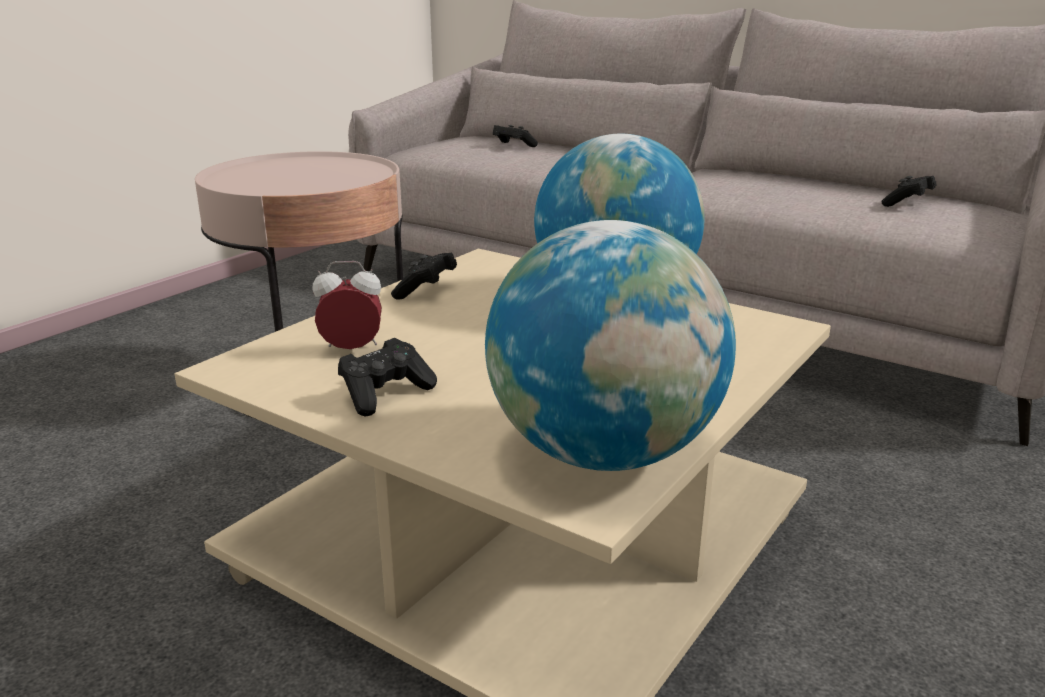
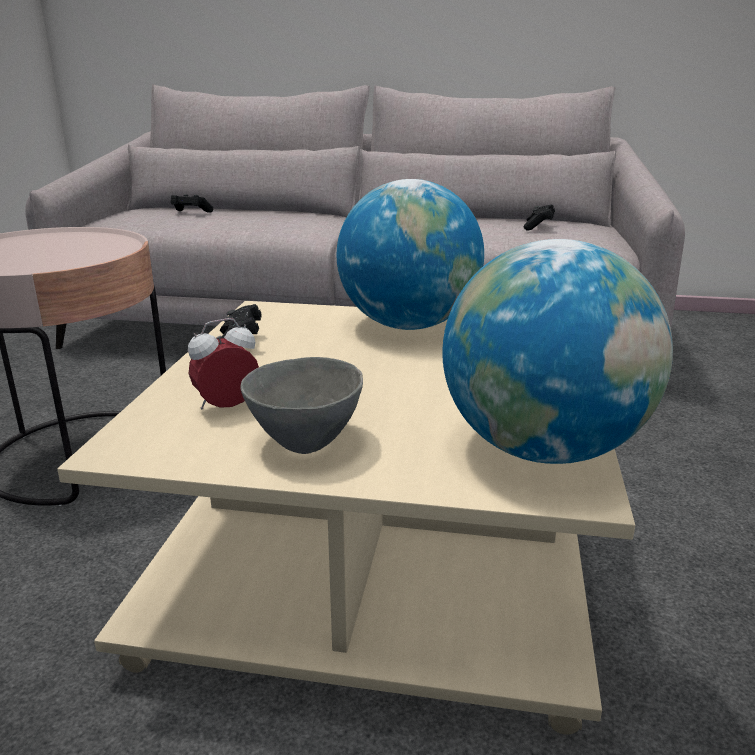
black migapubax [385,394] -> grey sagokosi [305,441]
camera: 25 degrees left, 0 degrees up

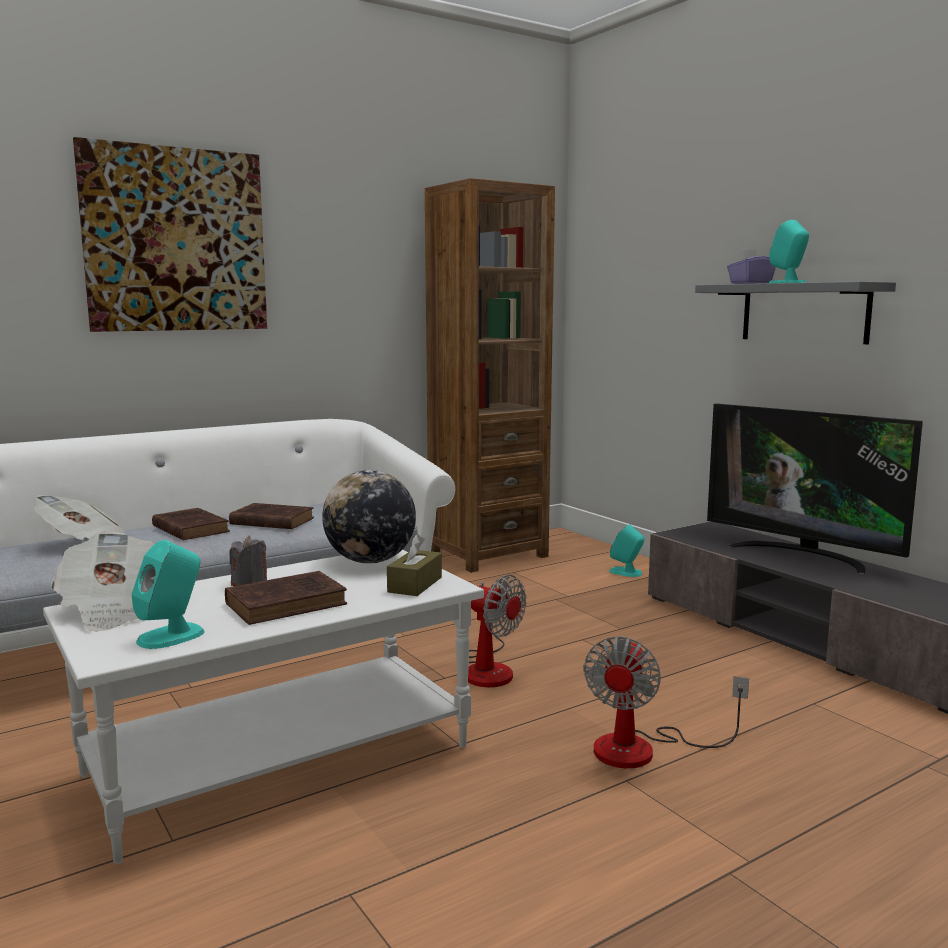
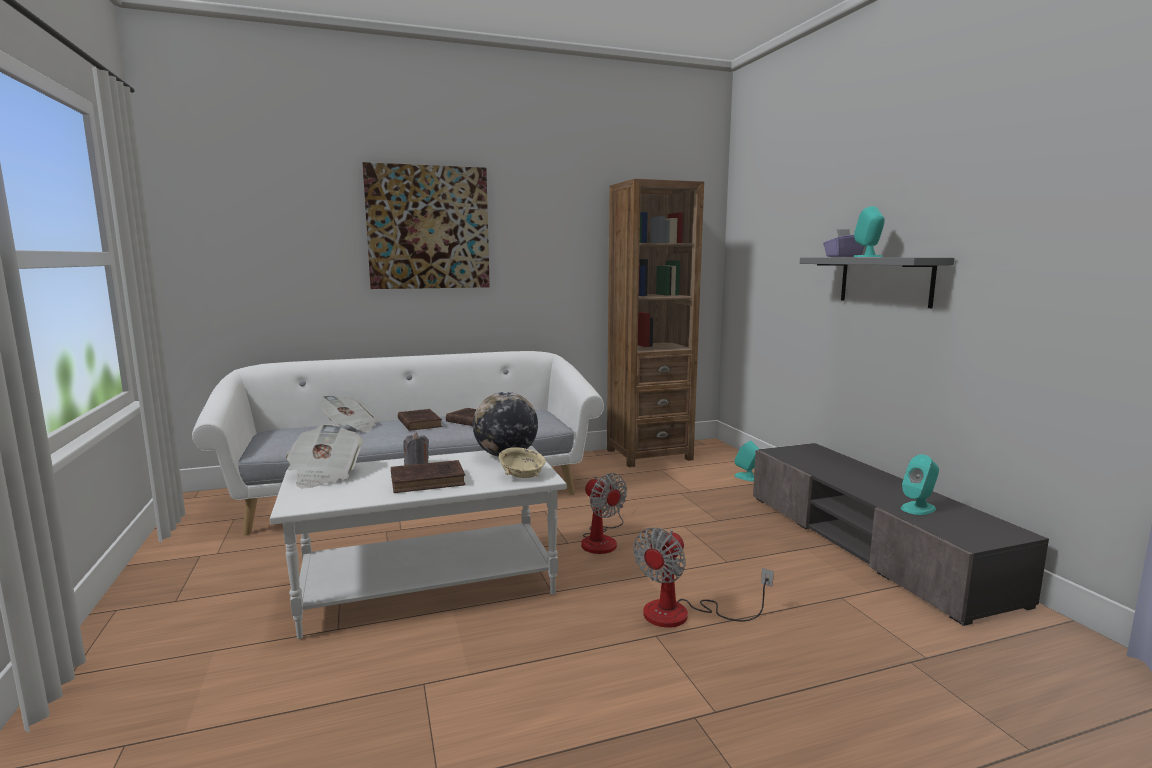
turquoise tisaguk [171,636] -> turquoise tisaguk [918,508], shifted
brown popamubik [415,585] -> beige sagokosi [521,475]
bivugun [802,555] -> none
camera: 15 degrees right, 0 degrees up

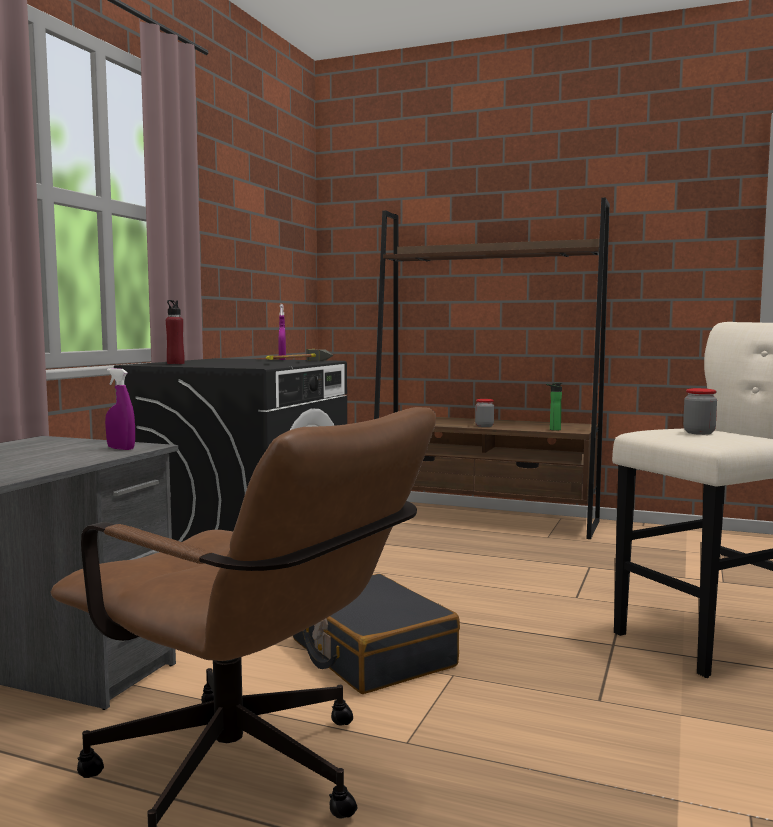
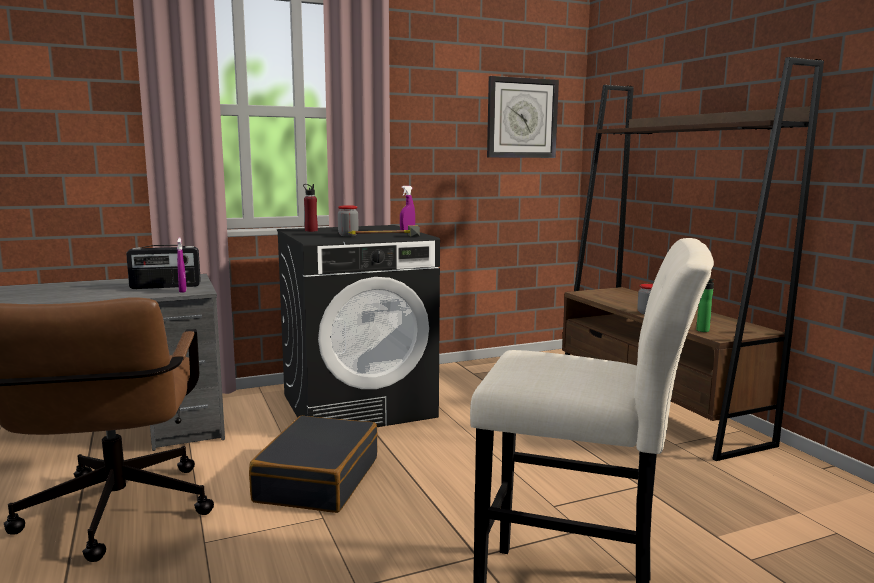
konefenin [699,433] -> konefenin [348,235], shifted
none -> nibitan [165,286]
none -> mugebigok [521,118]
camera: 45 degrees right, 5 degrees up

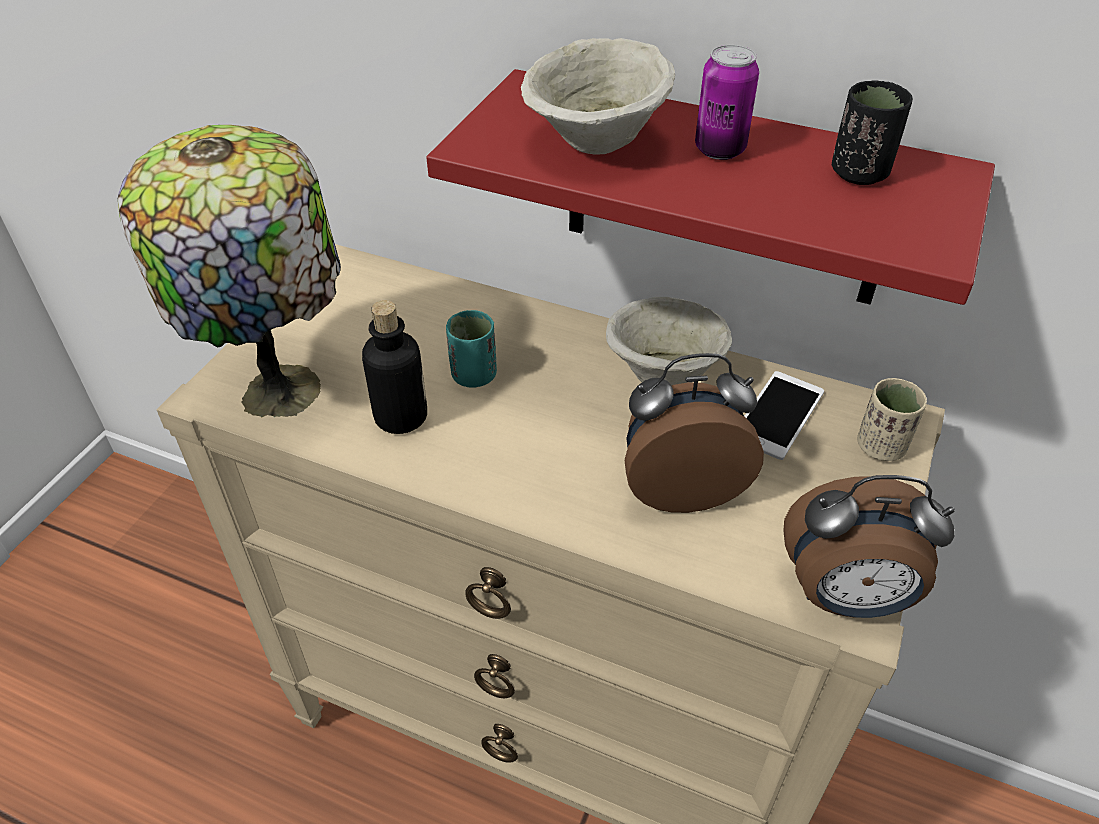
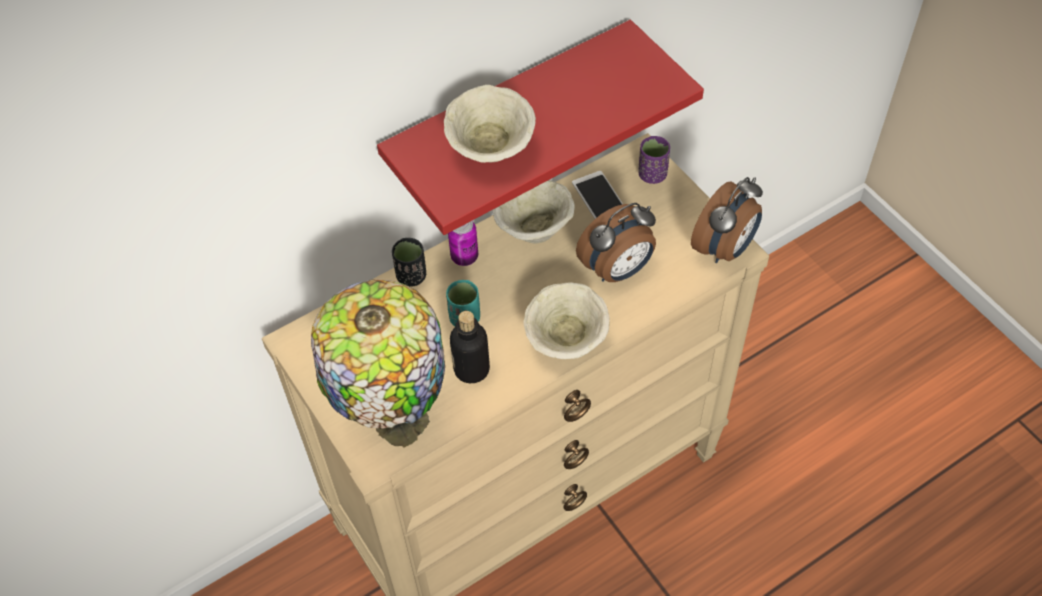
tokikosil [681,486] -> tokikosil [617,270], 150 degrees counterclockwise
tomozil [719,150] -> tomozil [464,257], shifted
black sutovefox [859,173] -> black sutovefox [411,276], shifted
beige sutovefox [881,446] -> purple sutovefox [652,174]
none -> beige sagokosi [567,340]
camera: 55 degrees left, 10 degrees up

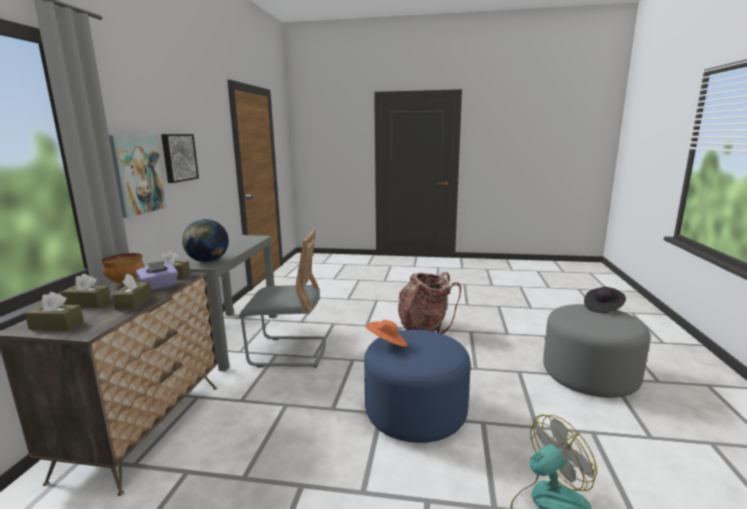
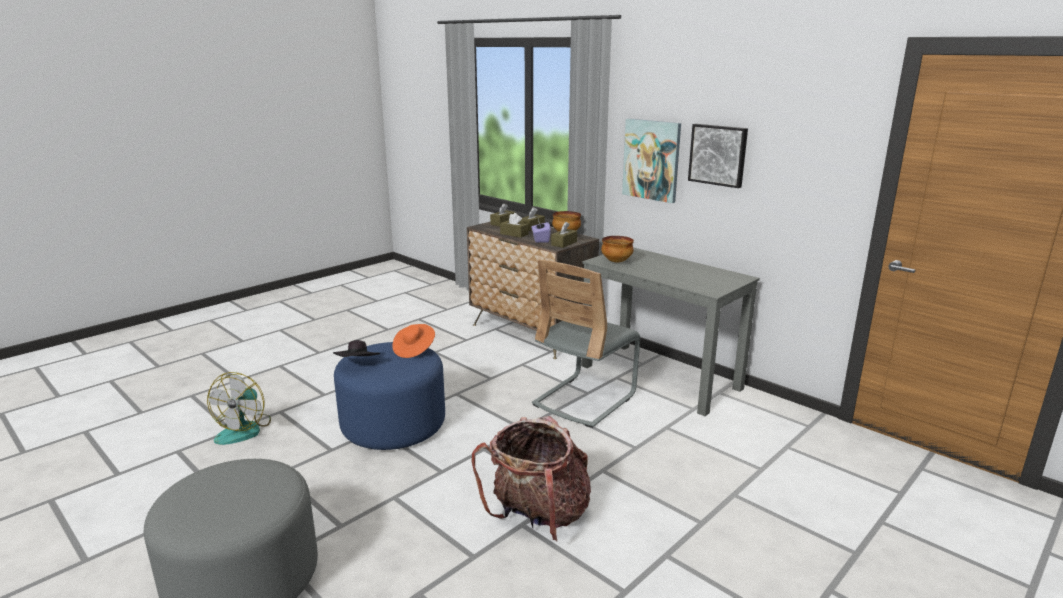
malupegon [208,261] -> sagokosi [616,261]
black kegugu [603,308] -> black kegugu [358,365], shifted
camera: 125 degrees right, 5 degrees up

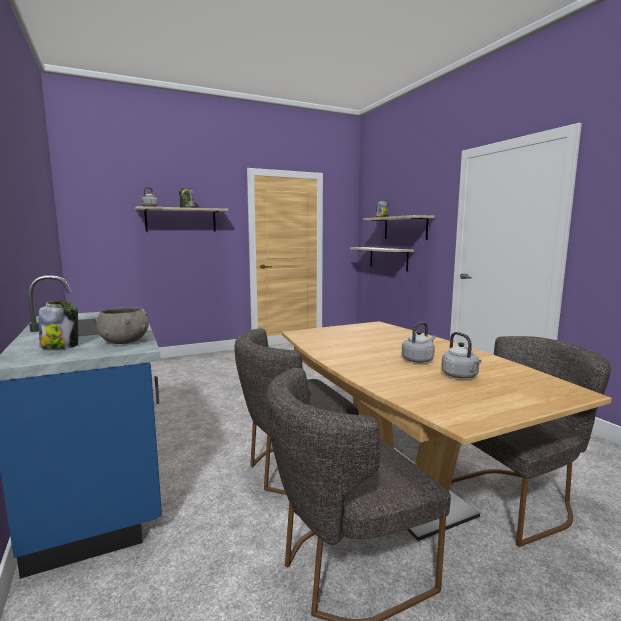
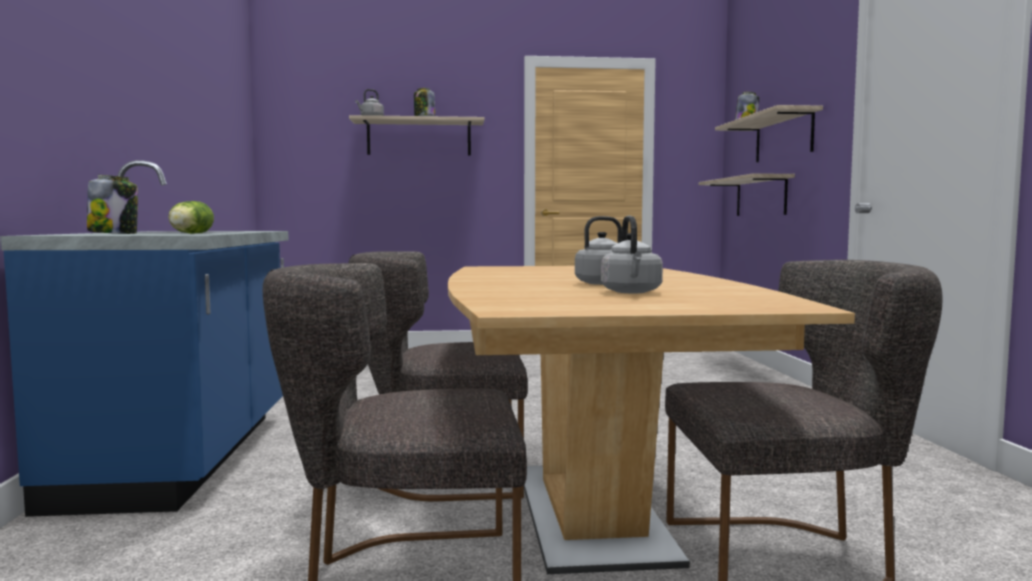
grey sagokosi [124,341] -> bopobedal [189,233]
camera: 20 degrees right, 5 degrees down

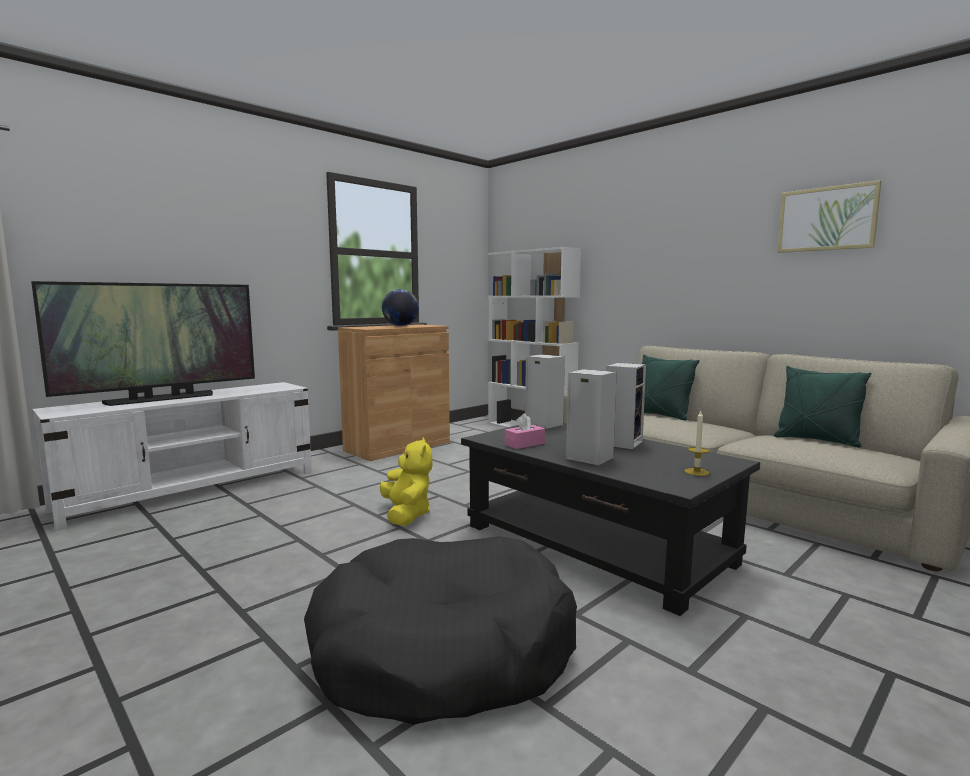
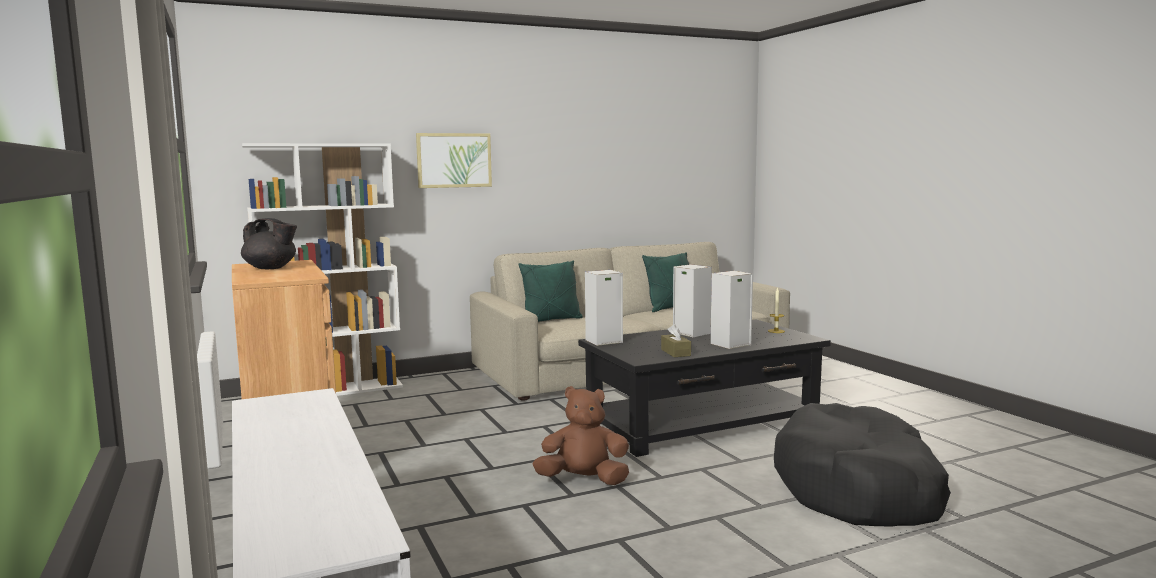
bivugun [161,399] -> none
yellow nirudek [406,515] -> brown nirudek [583,480]
malupegon [400,326] -> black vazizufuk [271,268]
pink popamubik [524,444] -> brown popamubik [675,352]
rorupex [826,219] -> rorupex [454,160], shifted
camera: 70 degrees left, 0 degrees up

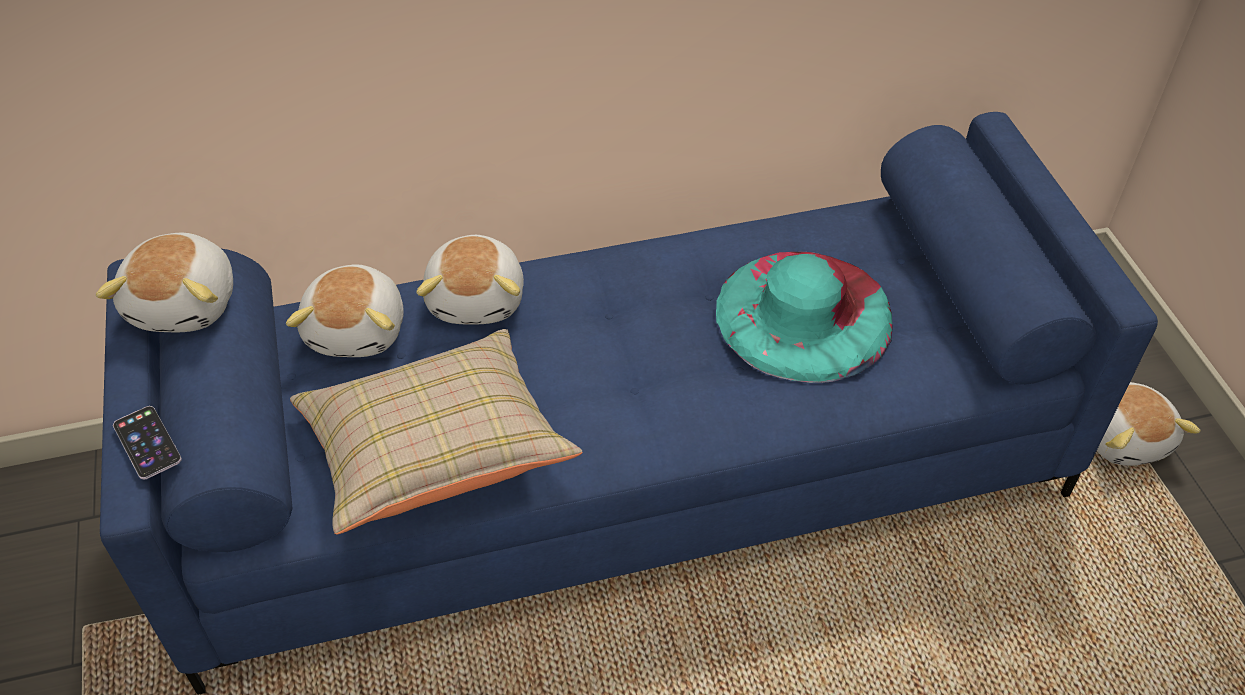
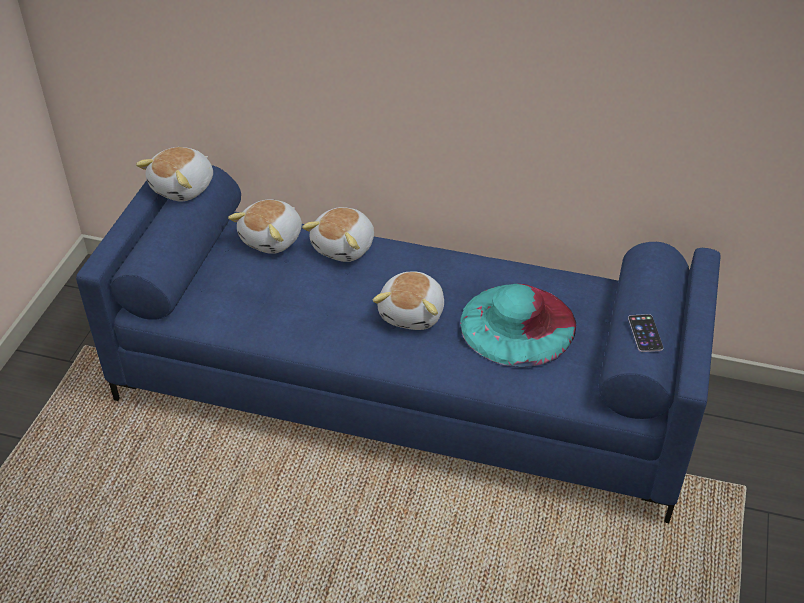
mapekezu [147,442] -> mapekezu [645,333], shifted
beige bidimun [436,454] -> none
nirudek [1123,437] -> nirudek [413,313], shifted
camera: 30 degrees right, 5 degrees down

